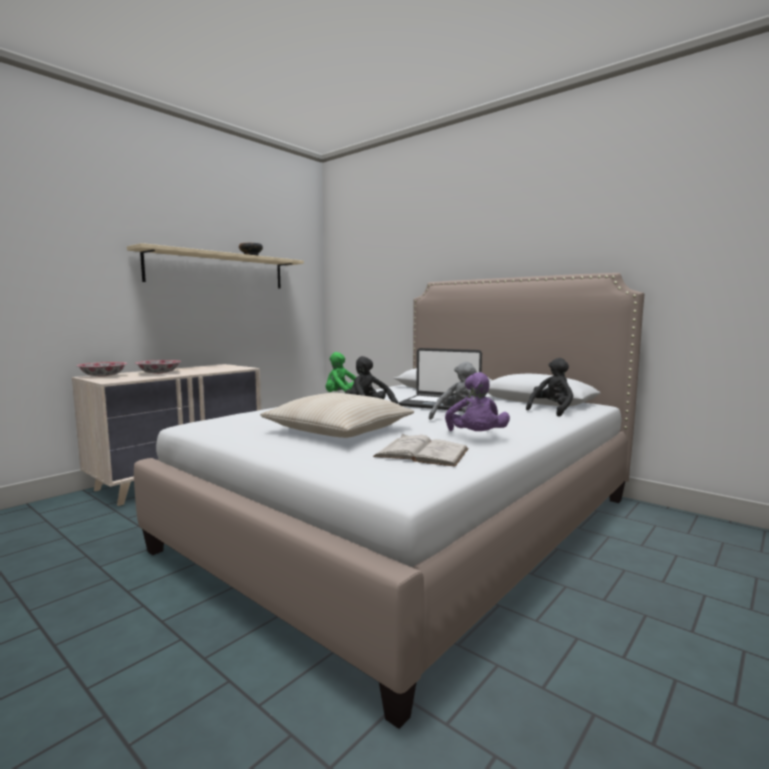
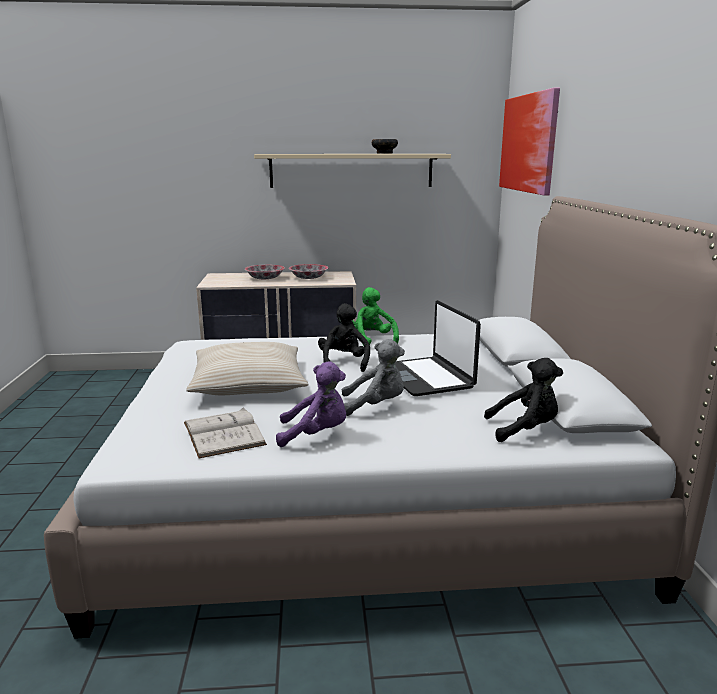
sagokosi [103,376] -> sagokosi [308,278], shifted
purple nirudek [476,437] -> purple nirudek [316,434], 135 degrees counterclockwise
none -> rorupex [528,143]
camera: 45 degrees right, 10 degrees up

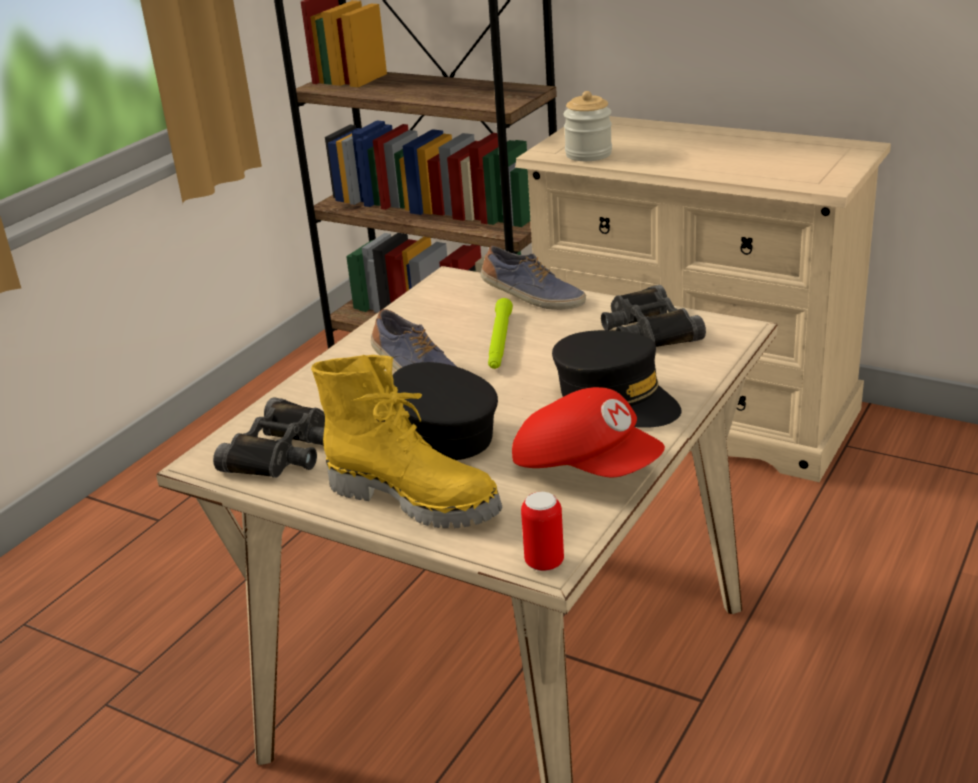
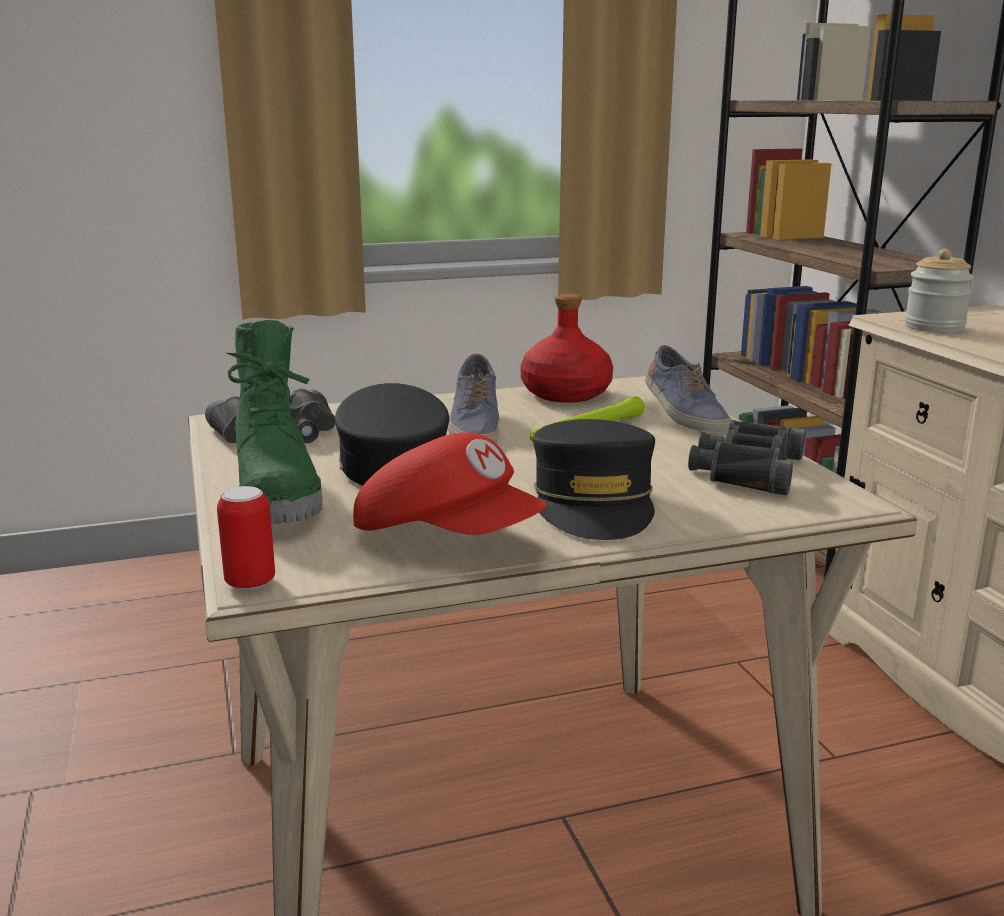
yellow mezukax [416,498] -> green mezukax [278,496]
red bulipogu [586,467] -> red bulipogu [449,537], 45 degrees counterclockwise
none -> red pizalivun [566,393]
camera: 40 degrees right, 10 degrees down

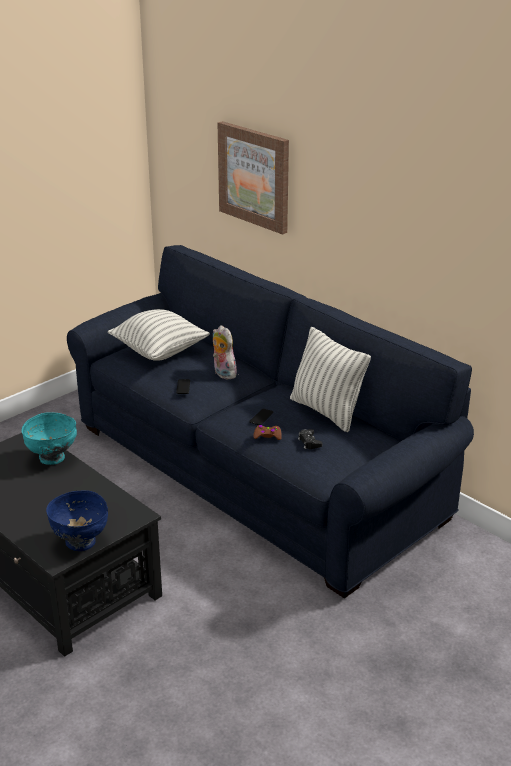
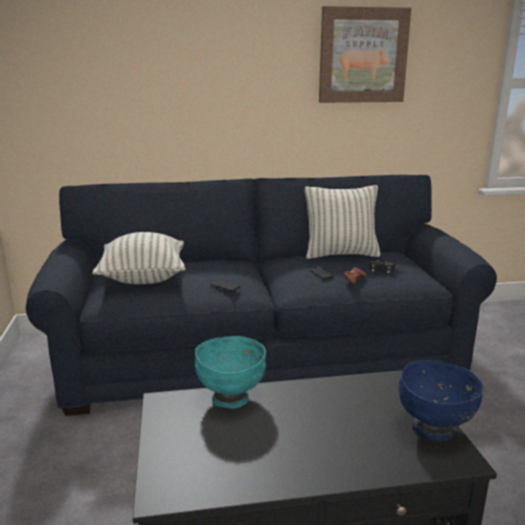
nirudek [223,374] -> none
rorupex [254,176] -> rorupex [363,56], shifted
camera: 55 degrees left, 10 degrees down

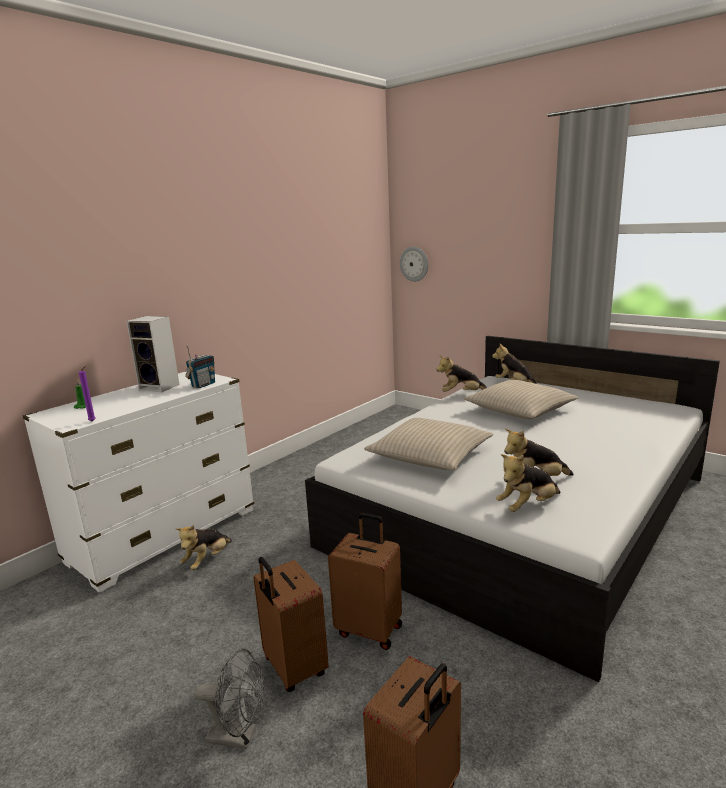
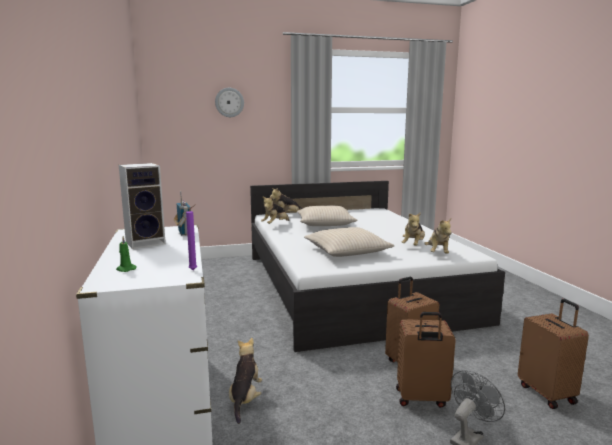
nirudek [207,560] -> nirudek [245,399], 150 degrees counterclockwise
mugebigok [414,264] -> mugebigok [229,102], shifted
camera: 55 degrees left, 5 degrees down

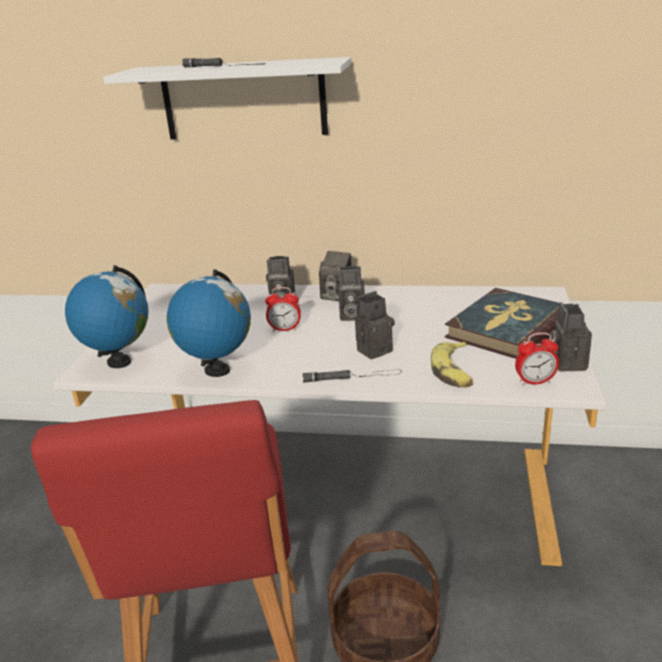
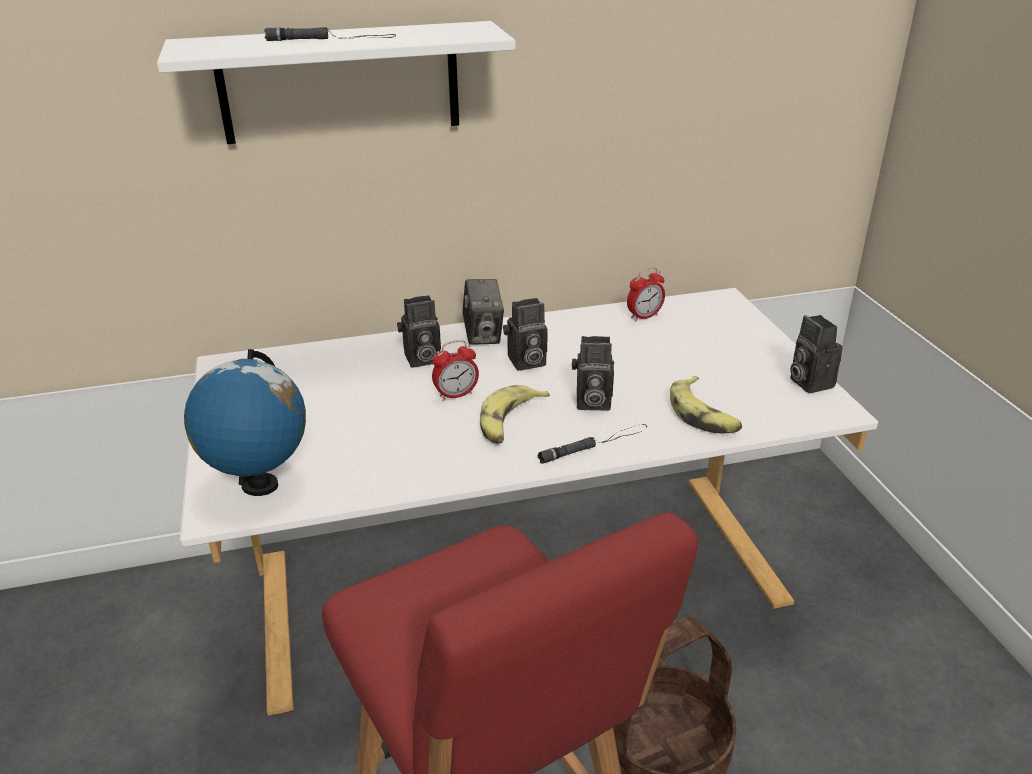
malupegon [217,370] -> none
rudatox [374,349] -> rudatox [591,402], 120 degrees counterclockwise
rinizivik [508,328] -> none
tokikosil [535,382] -> tokikosil [644,316], shifted
none -> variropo [510,422]
camera: 25 degrees left, 5 degrees up

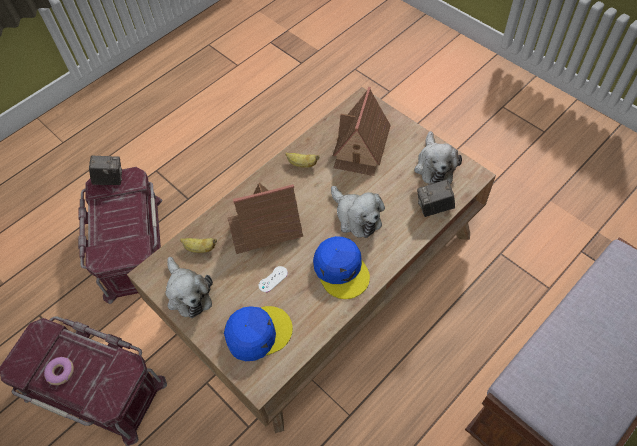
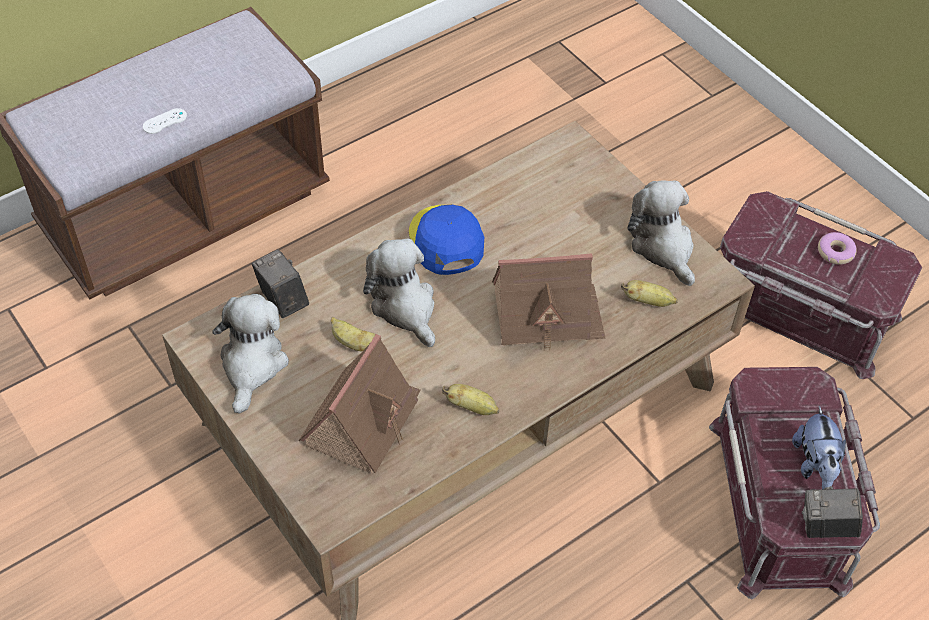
blue bulipogu [258,333] -> none
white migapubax [273,279] -> white migapubax [165,121], shifted
rudatox [434,208] -> rudatox [282,300], 120 degrees counterclockwise
none -> variropo [353,343]
none -> nirudek [814,465]
camera: 175 degrees left, 5 degrees down

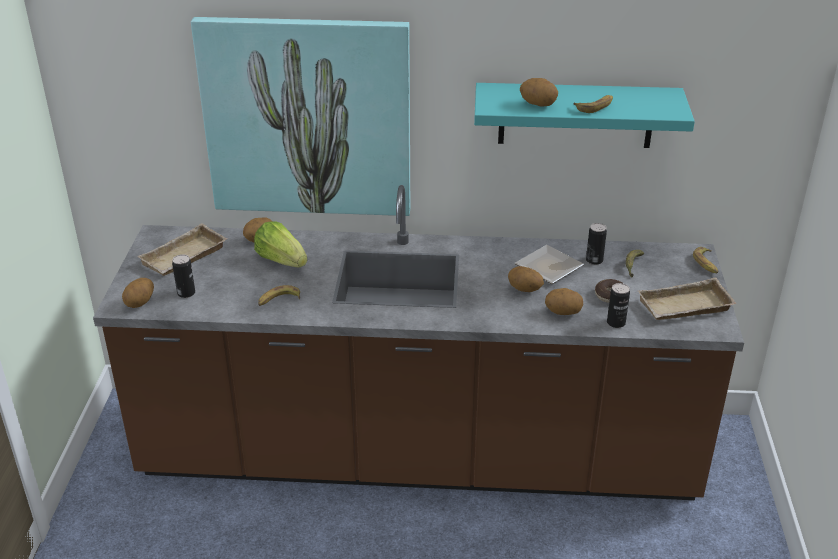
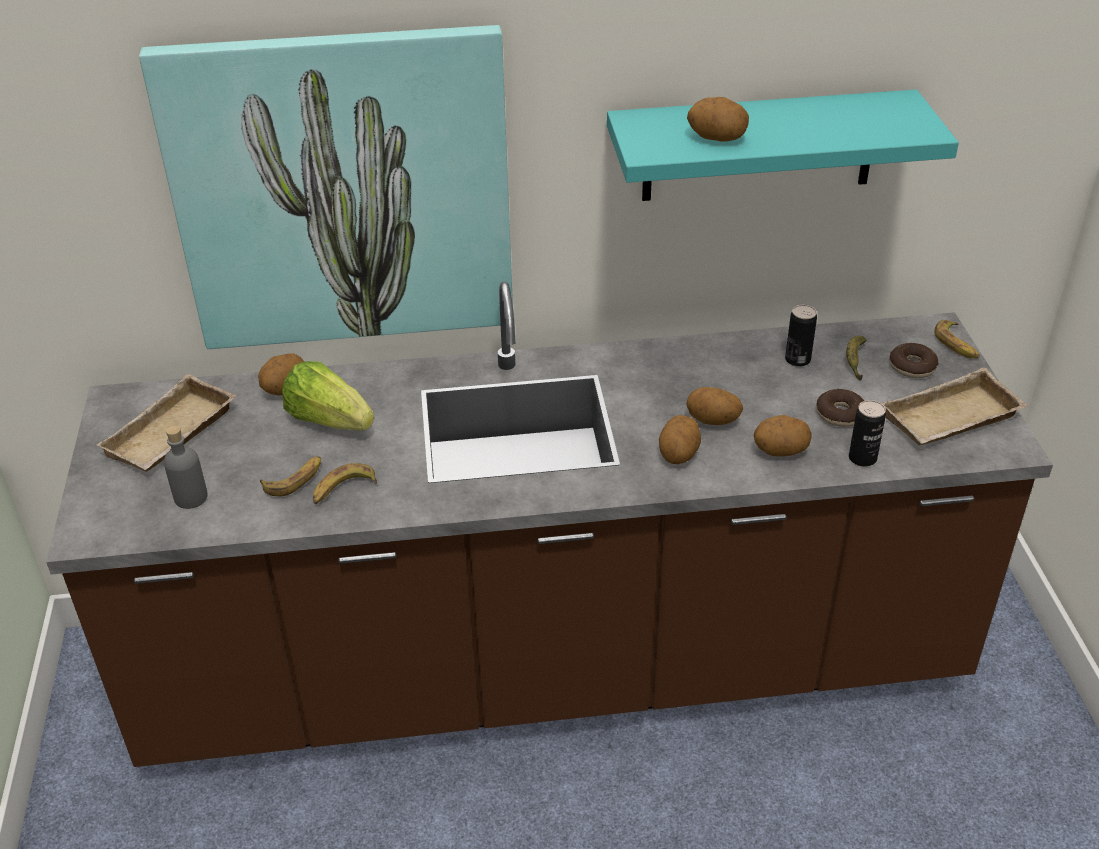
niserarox [140,303] -> niserarox [679,454], shifted
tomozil [186,293] -> grey pizalivun [191,497]
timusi [546,267] -> none
variropo [595,107] -> variropo [295,480], shifted
none -> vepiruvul [912,367]
camera: 10 degrees left, 5 degrees up

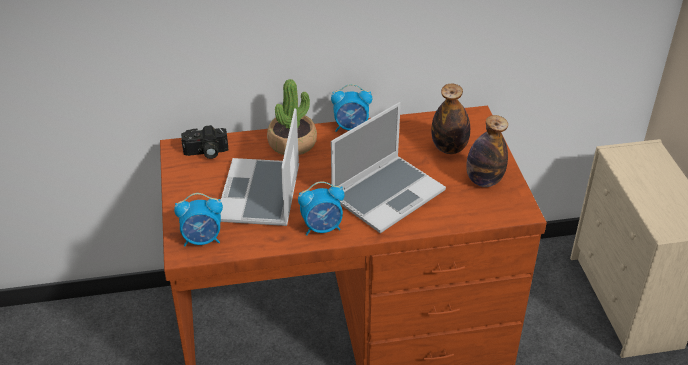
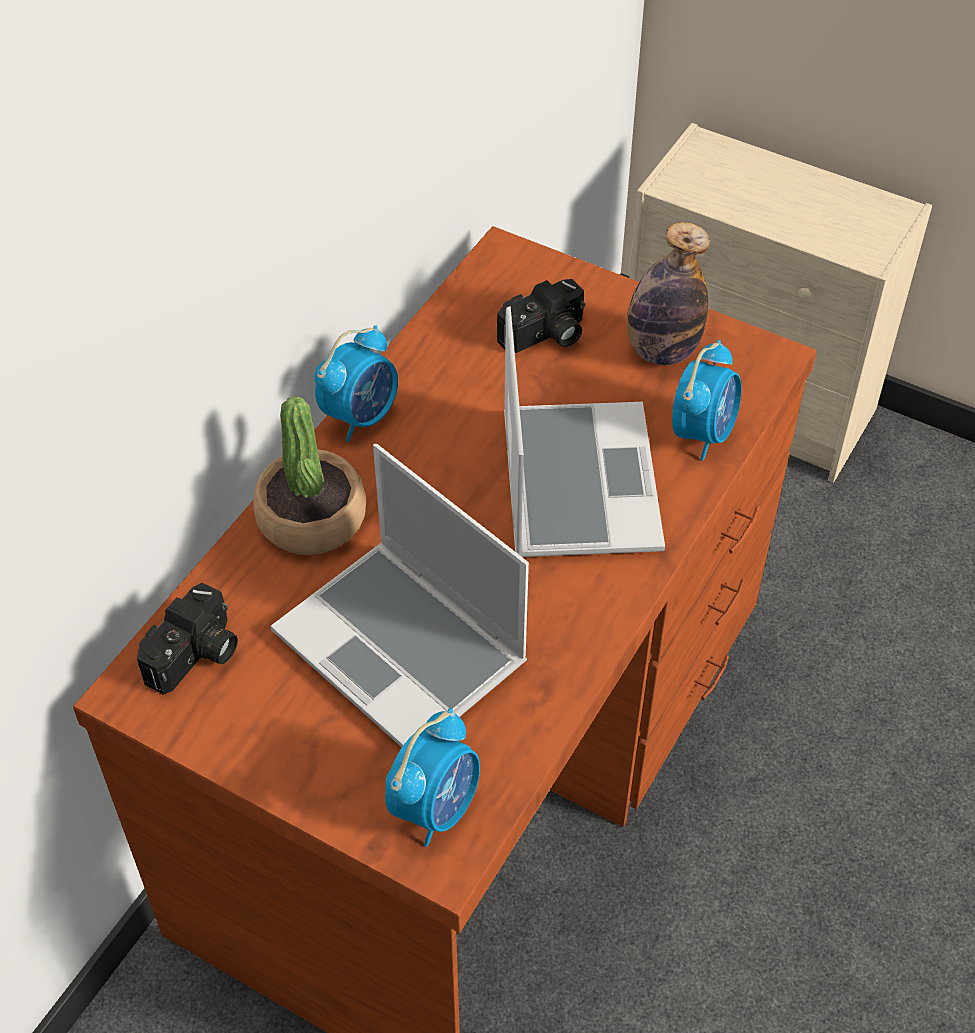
tokikosil [322,228] -> tokikosil [703,432], shifted
pizalivun [449,148] -> rudatox [545,336]
camera: 50 degrees left, 10 degrees up

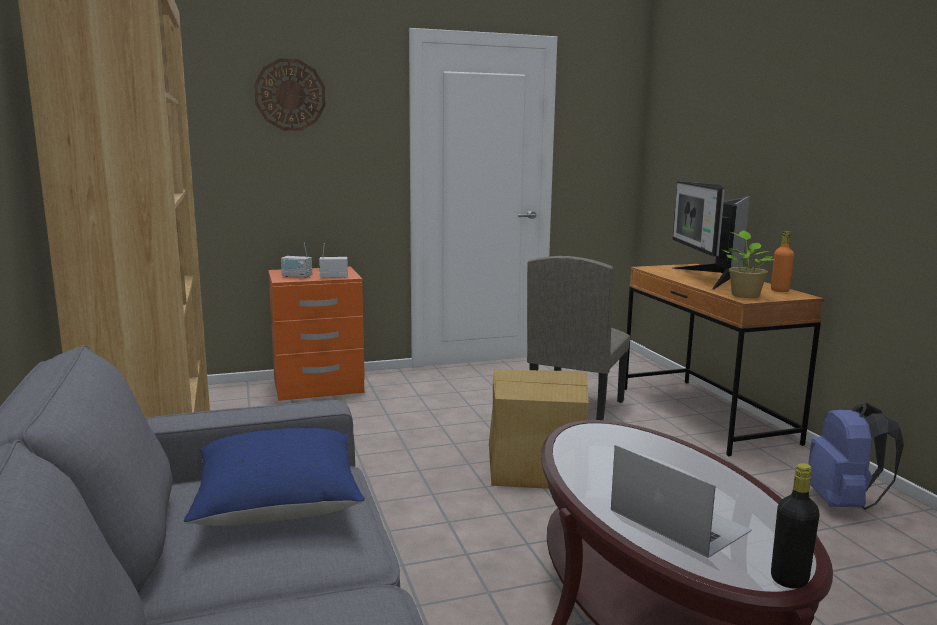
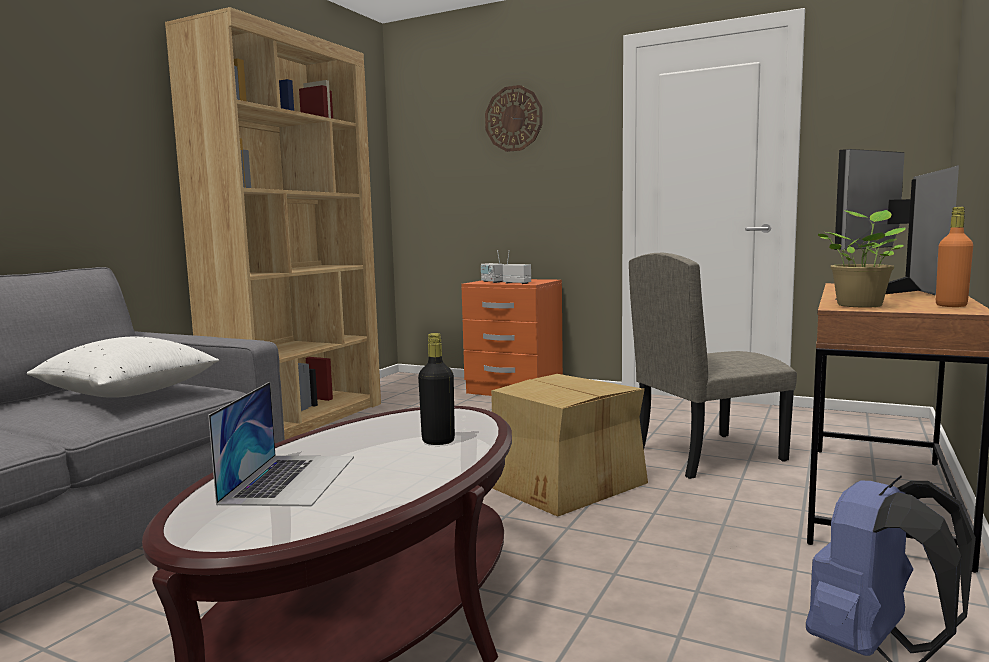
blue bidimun [278,505] -> white bidimun [128,393]
black pizalivun [789,579] -> black pizalivun [438,441], shifted
camera: 45 degrees right, 5 degrees down

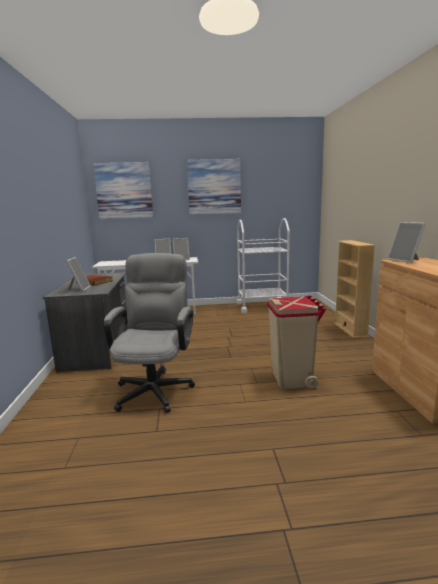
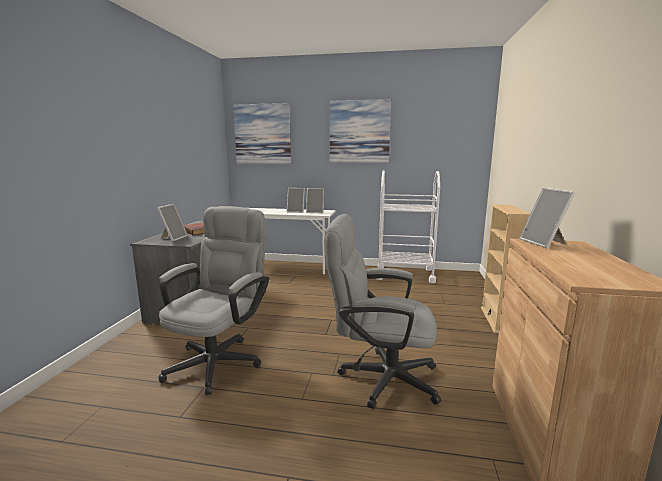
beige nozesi [292,378] -> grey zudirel [379,377]
camera: 15 degrees right, 0 degrees up

